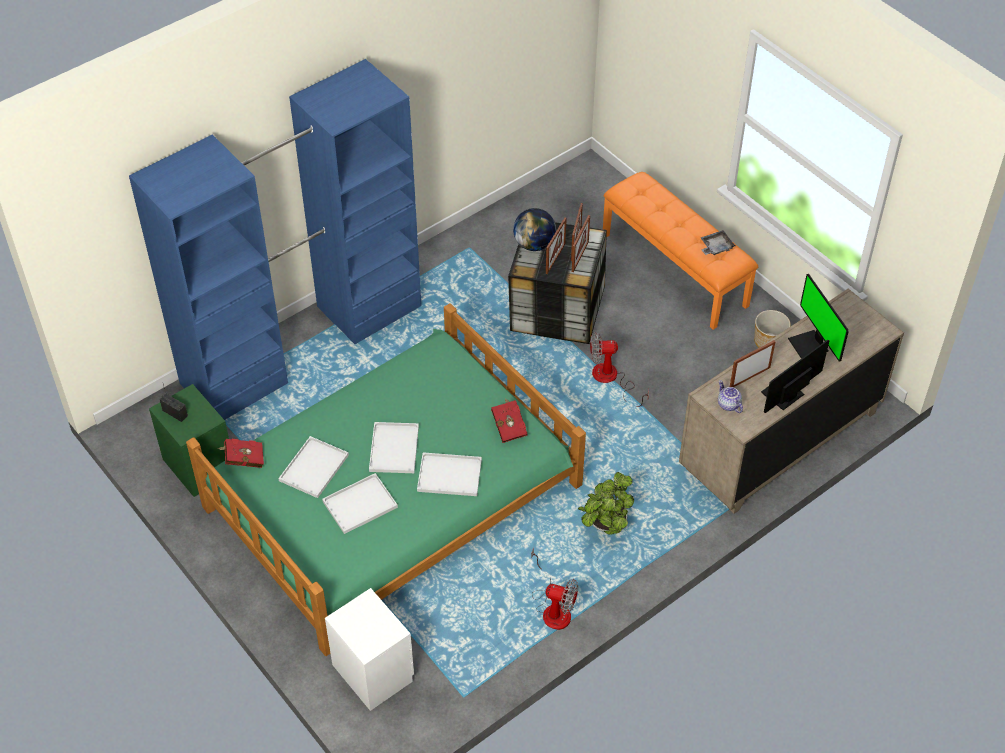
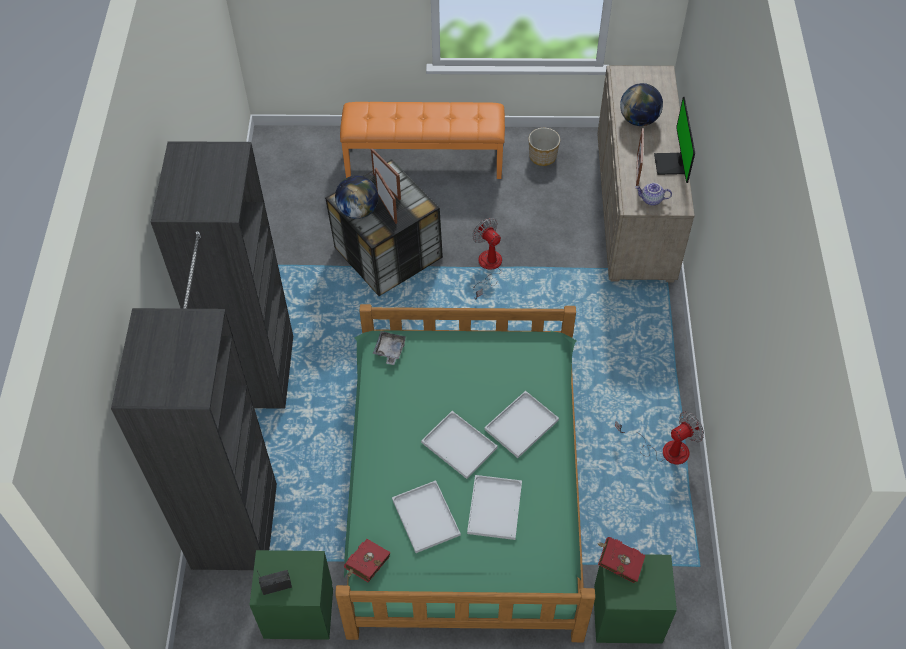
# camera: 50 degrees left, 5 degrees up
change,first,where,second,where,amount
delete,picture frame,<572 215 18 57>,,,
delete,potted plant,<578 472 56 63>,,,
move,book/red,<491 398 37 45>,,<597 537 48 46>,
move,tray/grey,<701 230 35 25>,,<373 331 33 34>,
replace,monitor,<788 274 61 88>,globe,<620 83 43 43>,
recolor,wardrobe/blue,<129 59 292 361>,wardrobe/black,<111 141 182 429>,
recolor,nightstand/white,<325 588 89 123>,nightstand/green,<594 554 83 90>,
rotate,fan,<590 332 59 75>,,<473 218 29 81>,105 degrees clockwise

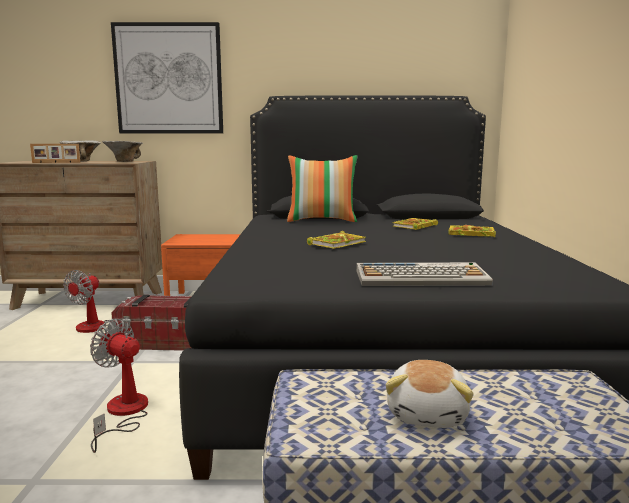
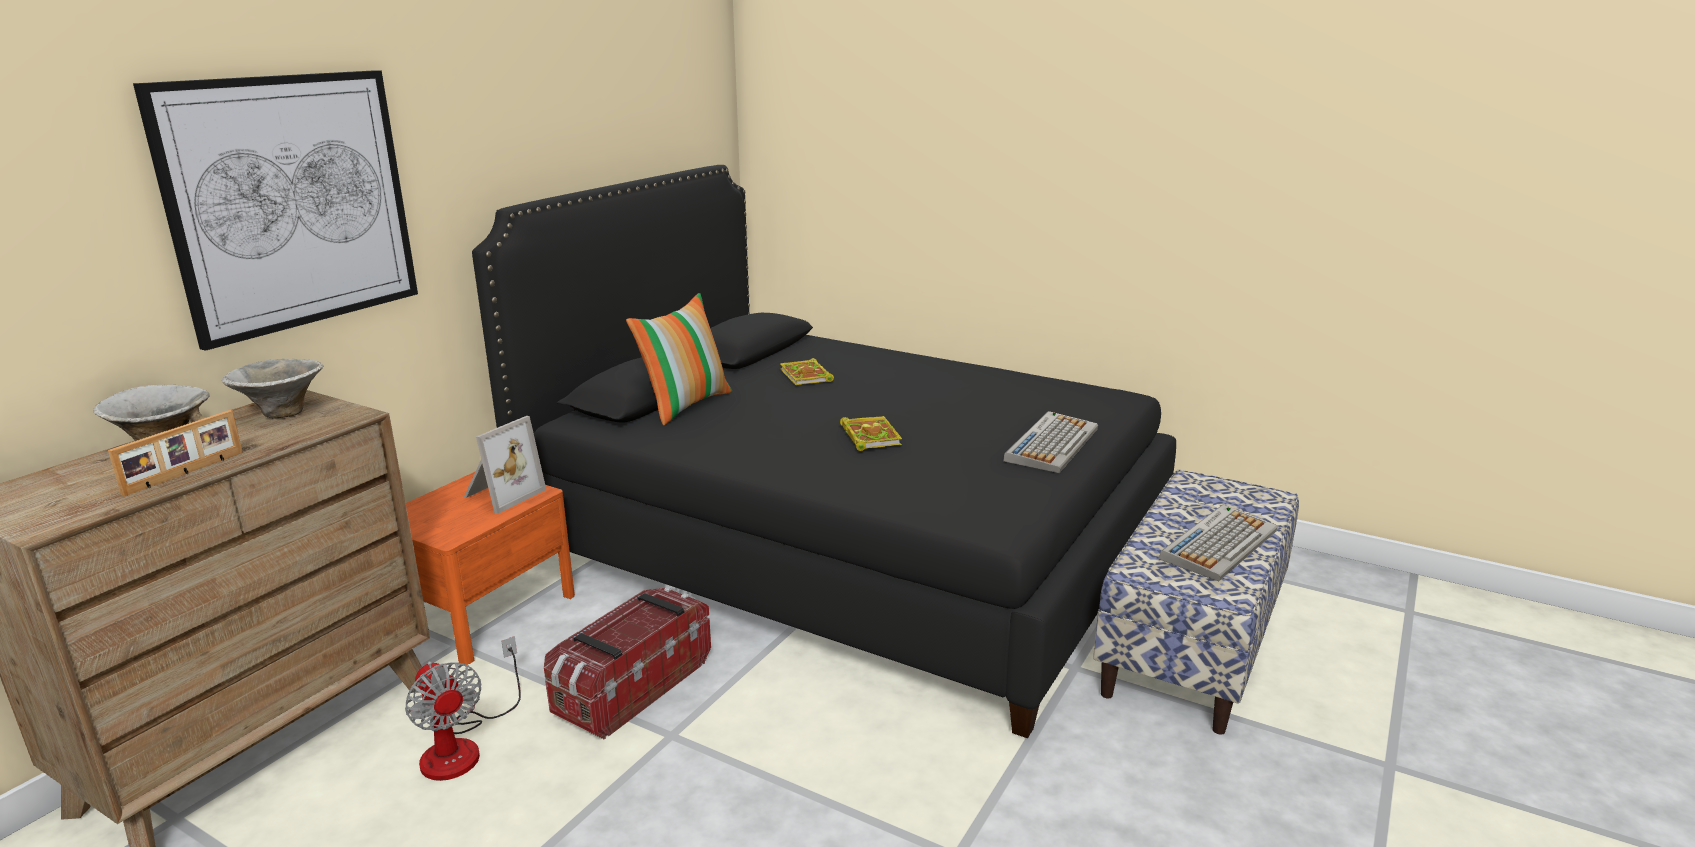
# camera: 60 degrees left, 10 degrees up
change,first,where,second,where,amount
delete,fan,<90 319 58 134>,,,
delete,book,<448 225 48 12>,,,
insert,,,picture frame,<464 416 82 98>,
replace,plush toy,<386 360 88 68>,keyboard,<1159 505 119 76>,

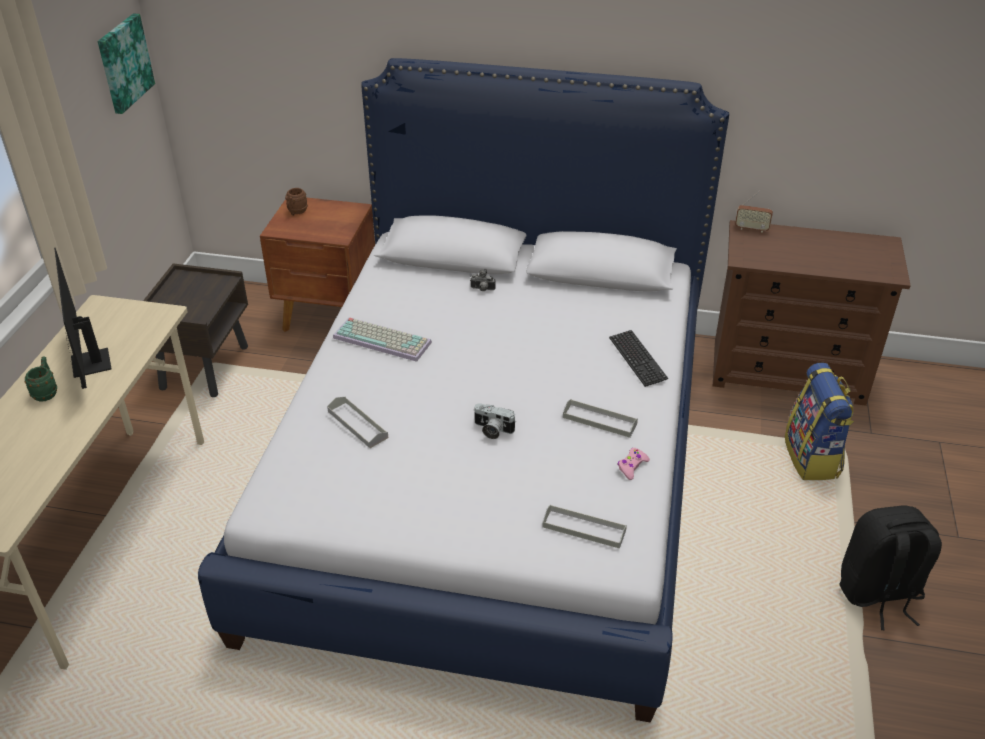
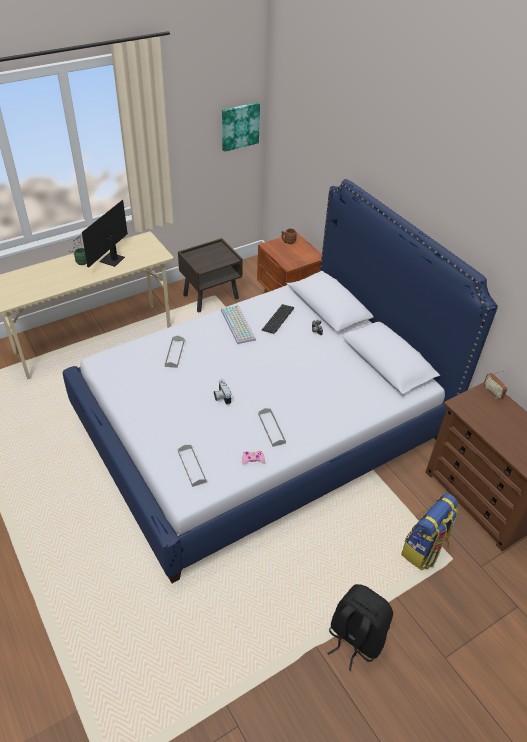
# camera: 45 degrees right, 5 degrees up
change,first,where,second,where,amount
move,keyboard,<609 330 59 57>,,<262 304 32 30>,

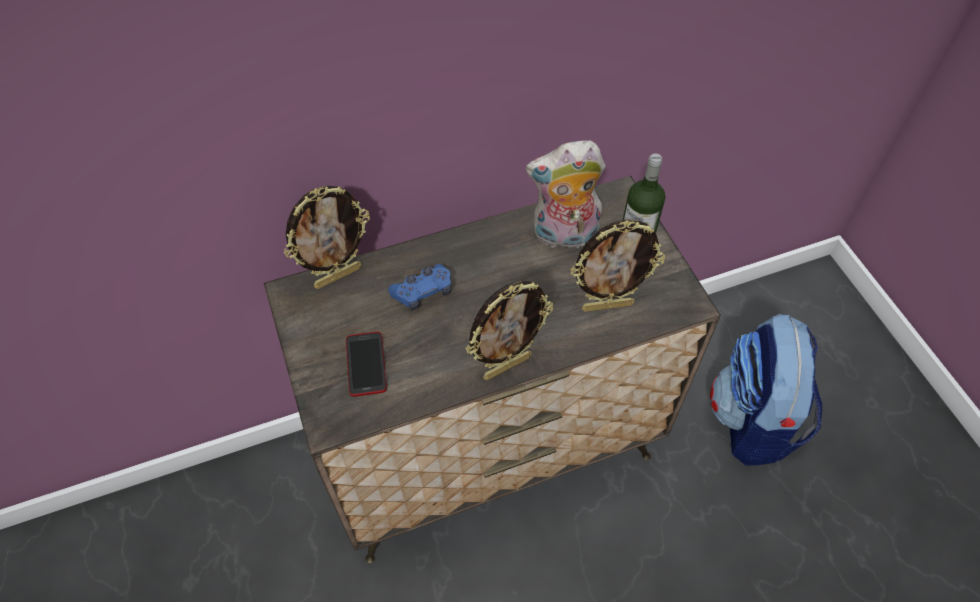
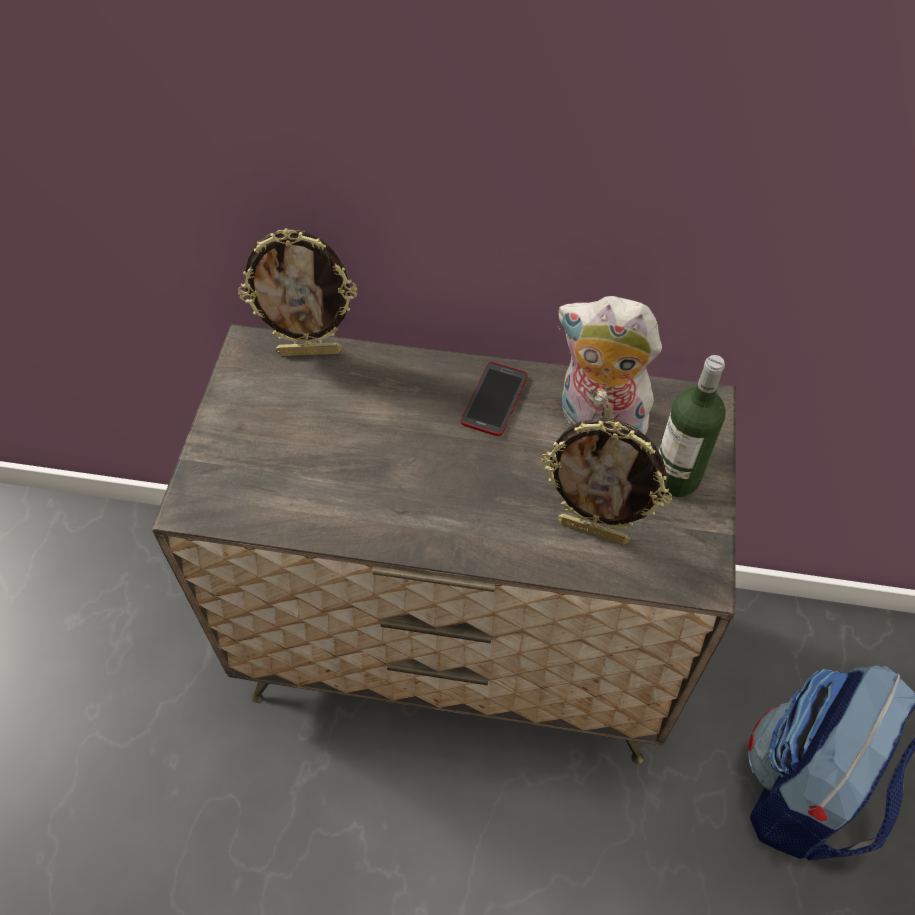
# camera: 30 degrees right, 0 degrees up
change,first,where,second,where,amount
delete,game controller/blue,<388 264 63 46>,,,
delete,picture frame,<466 281 87 99>,,,
move,phone,<346 332 41 65>,,<461 362 67 74>,

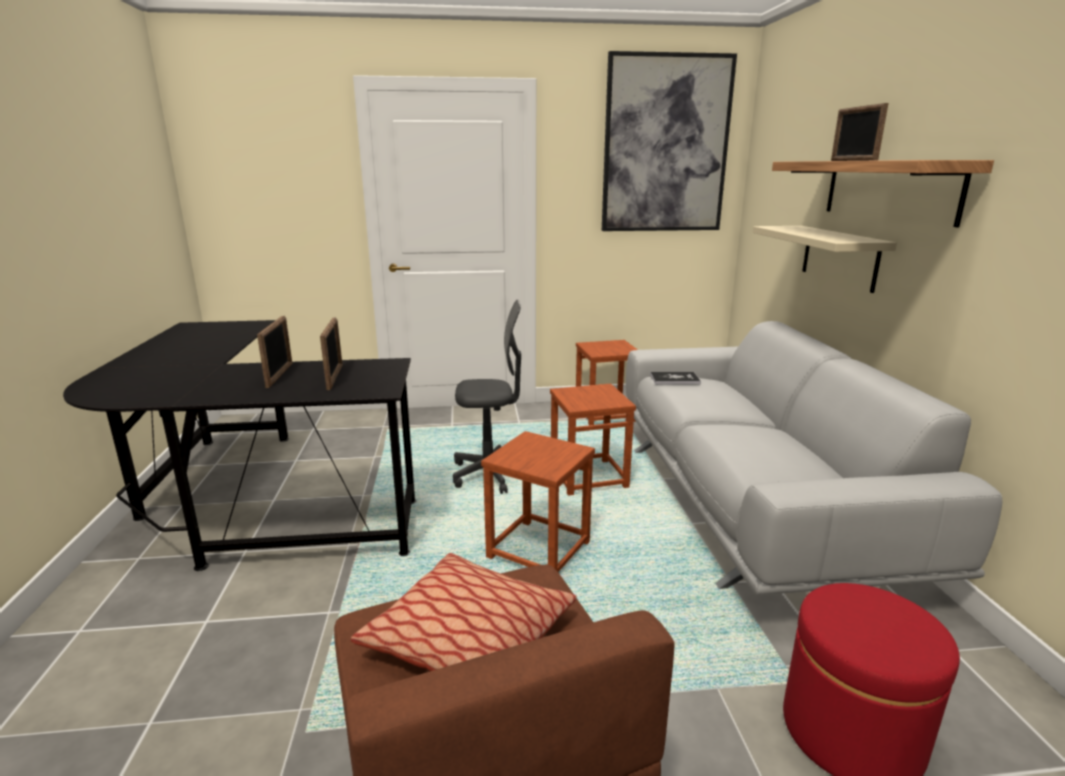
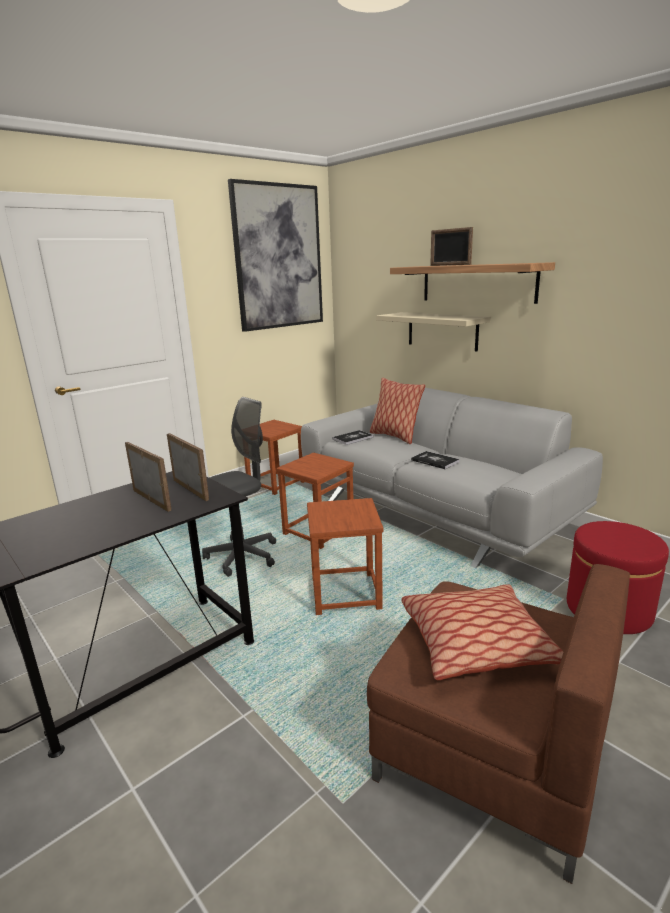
# camera: 35 degrees left, 0 degrees up
change,first,where,second,where,amount
insert,,,pillow,<370 378 55 66>,
insert,,,book,<411 451 48 18>,
move,picture frame,<257 316 35 72>,,<167 433 42 68>,

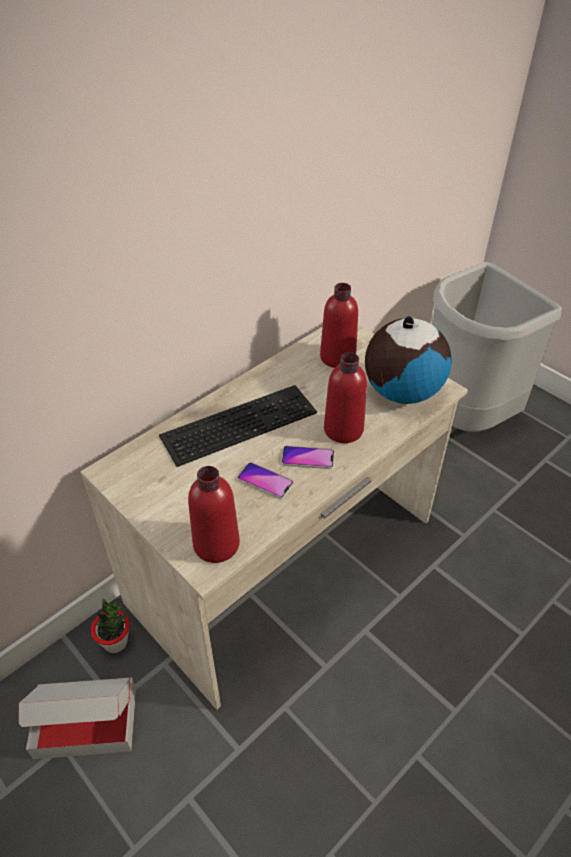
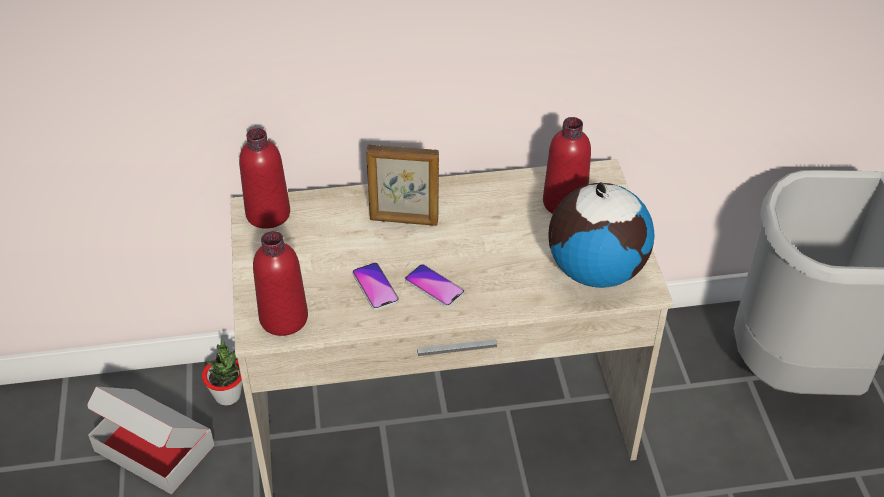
# camera: 35 degrees right, 0 degrees up
change,first,where,second,where,amount
move,bottle/red,<324 352 43 91>,,<239 128 51 101>,
replace,keyboard,<159 385 158 82>,picture frame,<366 144 73 82>,

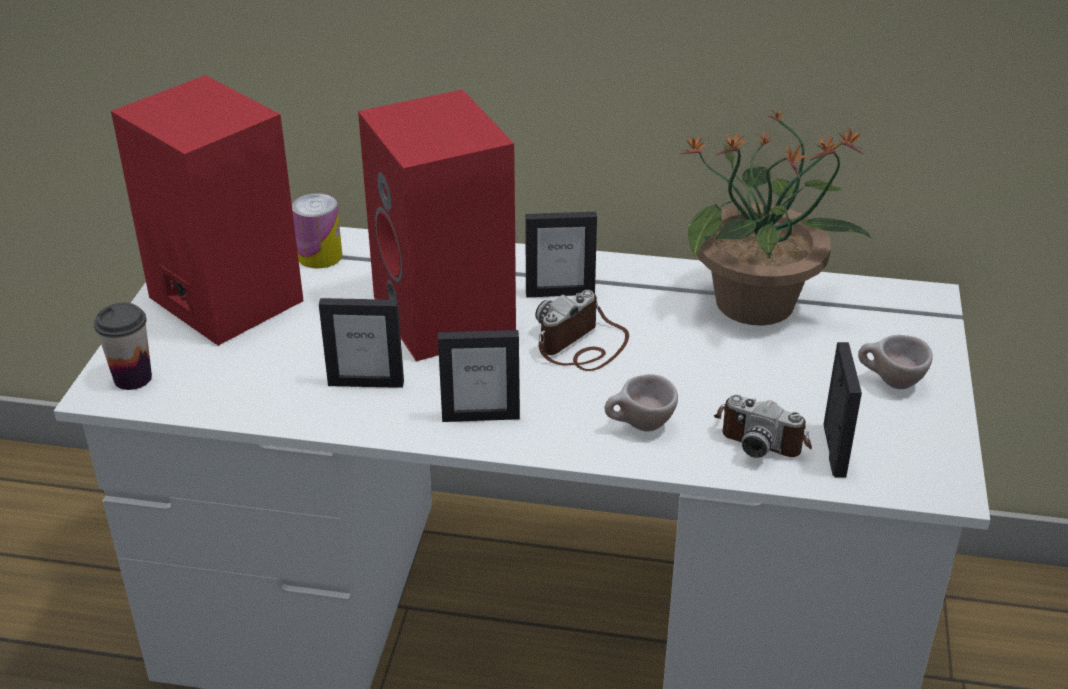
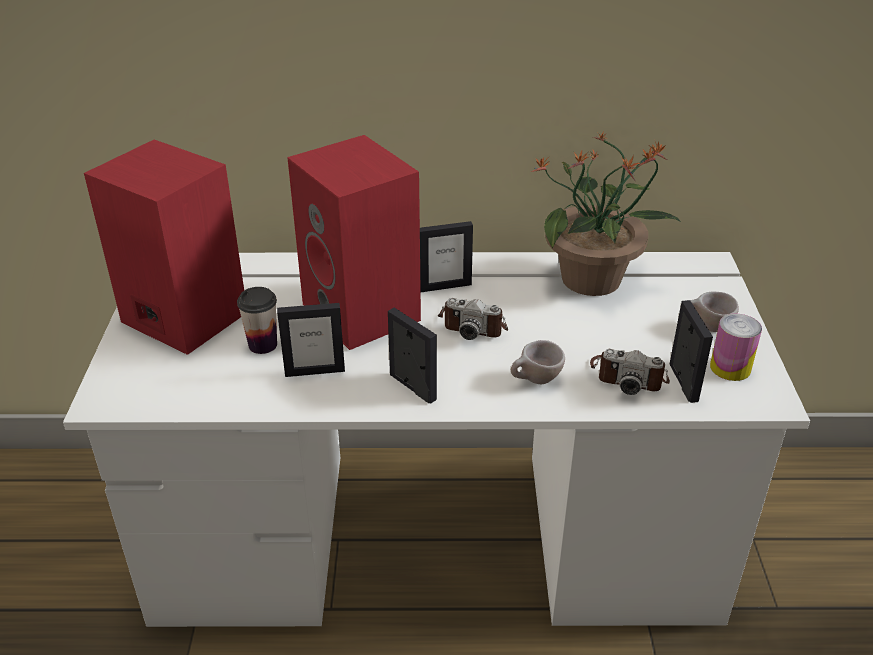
# camera: 10 degrees left, 0 degrees up
change,first,where,second,where,amount
move,cup,<94 303 58 87>,,<237 287 40 67>,
move,can,<292 193 50 75>,,<710 314 52 67>,
rotate,picture frame,<438 330 82 92>,,<388 308 49 96>,120 degrees counterclockwise
rotate,photo camera,<535 290 94 81>,,<438 298 70 42>,105 degrees counterclockwise

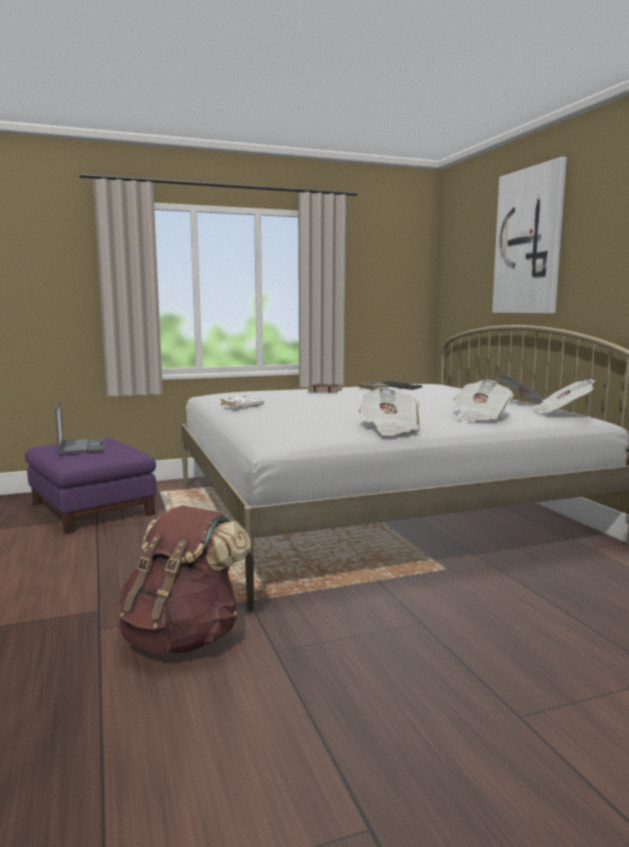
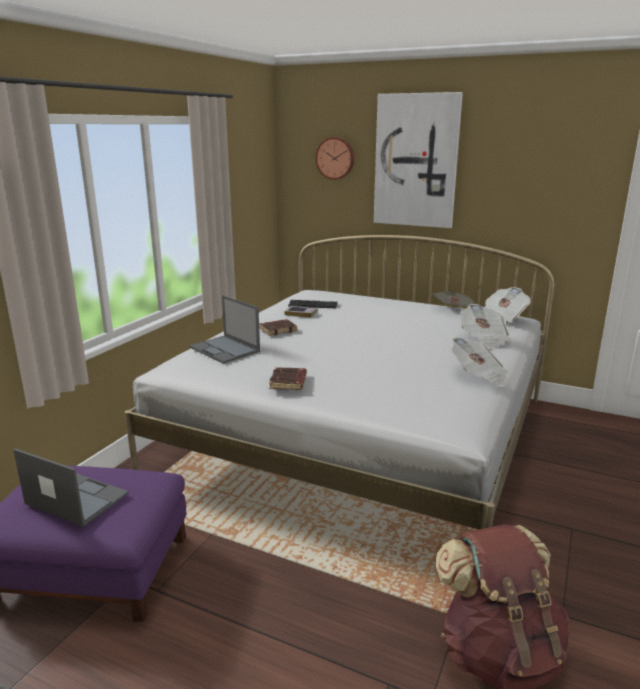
# camera: 45 degrees left, 10 degrees up
change,first,where,second,where,amount
insert,,,laptop,<189 295 71 69>,
insert,,,wall clock,<315 137 39 43>,
recolor,book/white,<220 396 44 12>,book/brown,<269 367 38 23>,

